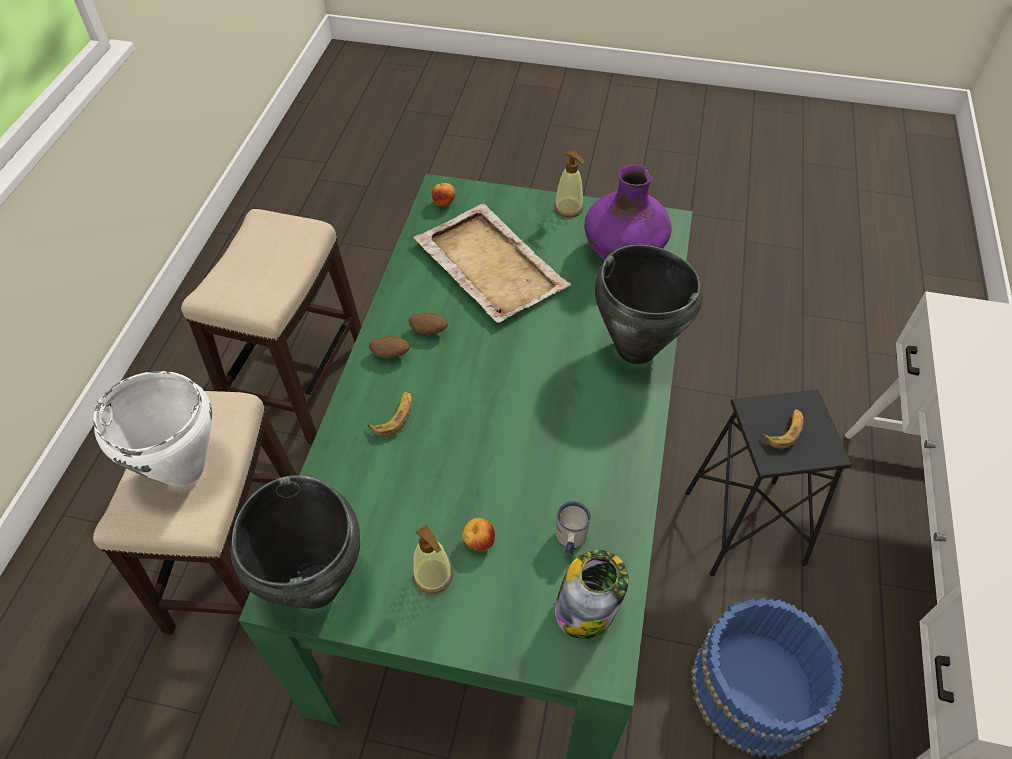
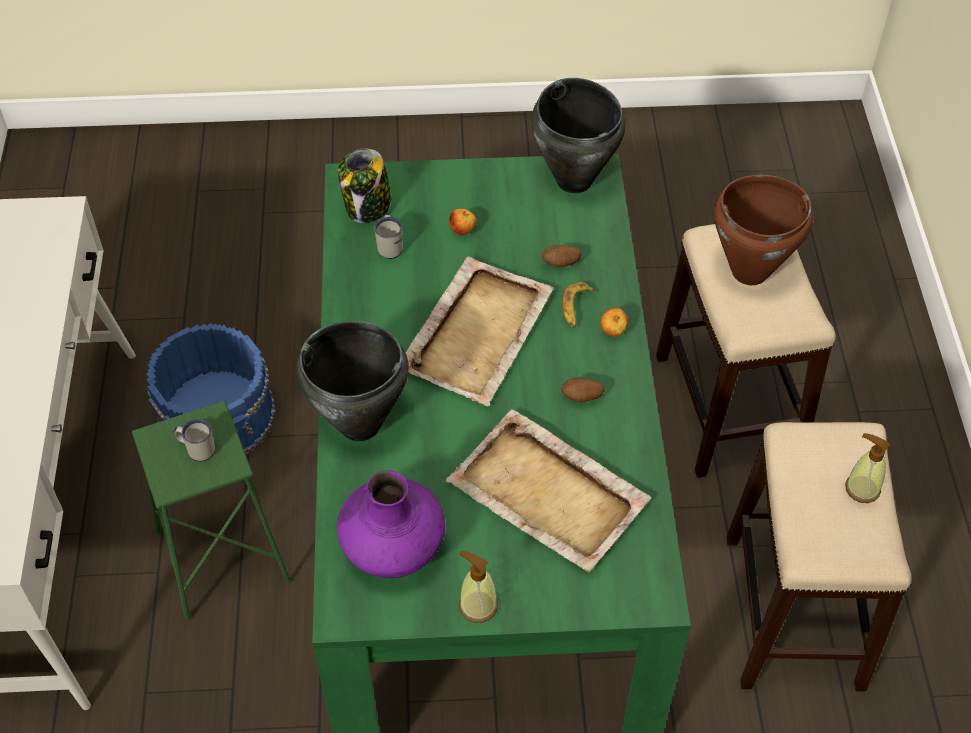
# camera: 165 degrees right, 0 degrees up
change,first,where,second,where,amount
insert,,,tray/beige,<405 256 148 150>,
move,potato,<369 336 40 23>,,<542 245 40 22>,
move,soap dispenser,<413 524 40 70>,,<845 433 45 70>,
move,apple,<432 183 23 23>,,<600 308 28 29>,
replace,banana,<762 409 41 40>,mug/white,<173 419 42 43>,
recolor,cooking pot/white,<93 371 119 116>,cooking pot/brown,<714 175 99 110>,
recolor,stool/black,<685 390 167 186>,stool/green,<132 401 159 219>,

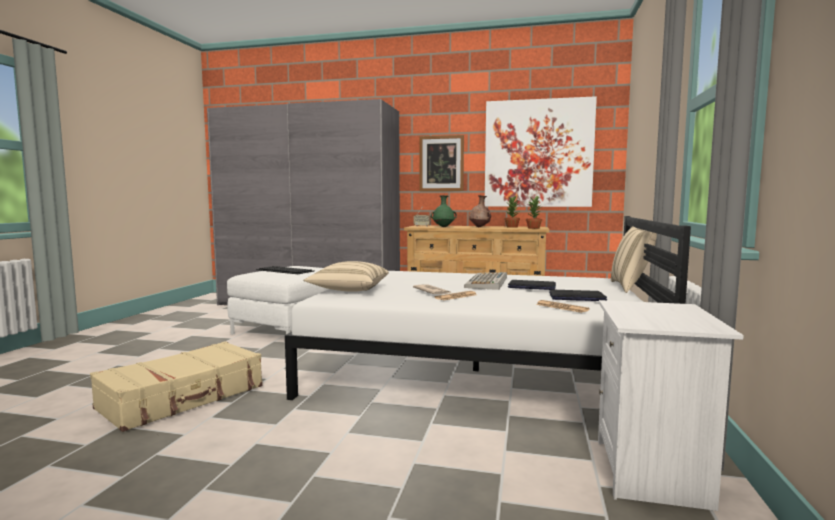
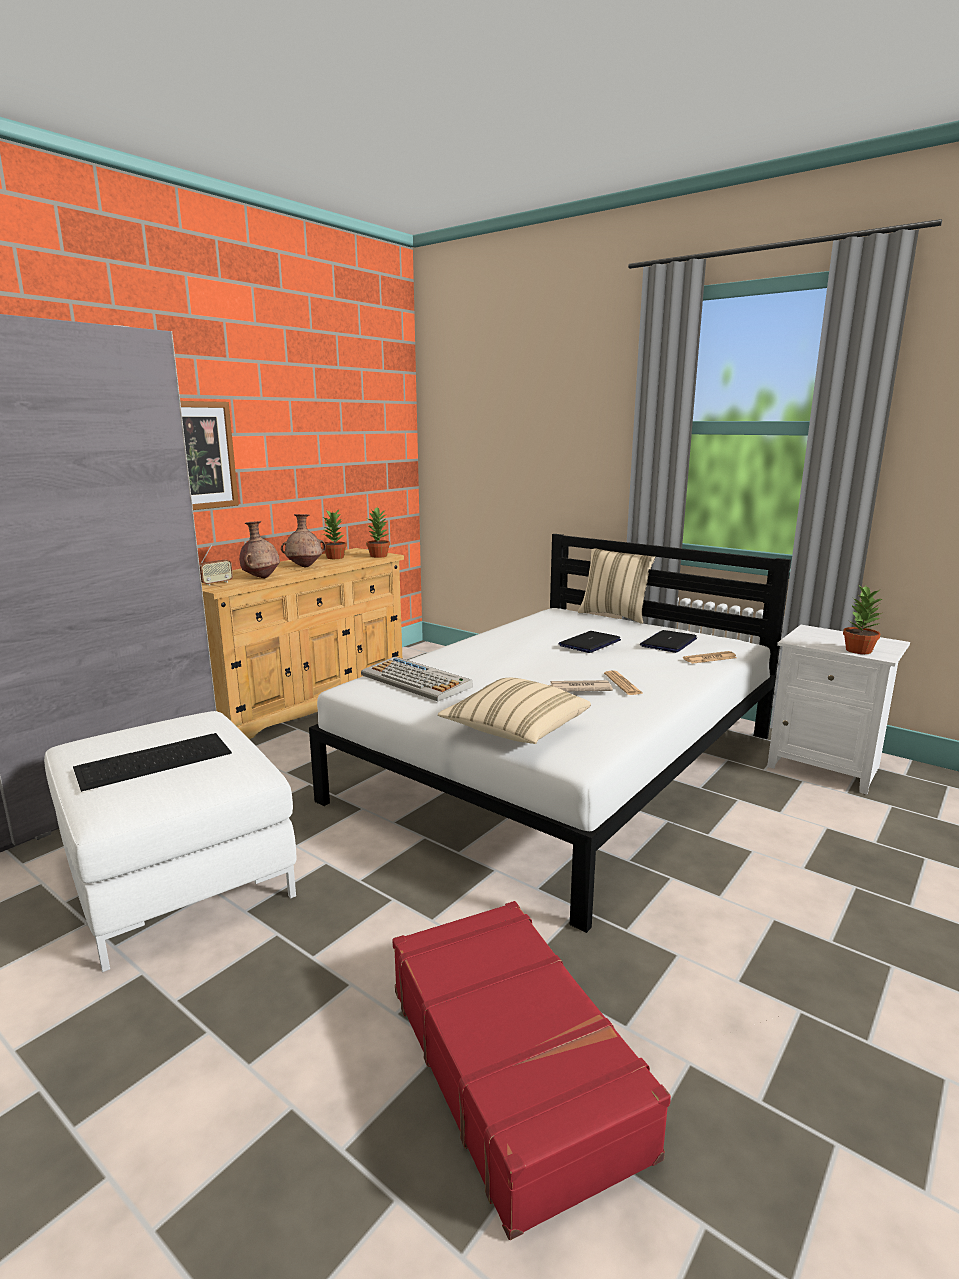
# camera: 65 degrees left, 10 degrees up
change,first,where,second,where,amount
delete,picture,<484 96 113 111>,,,
insert,,,potted plant,<843 586 39 68>,
move,keyboard,<464 272 43 18>,,<361 657 112 45>,
recolor,suitcase/beige,<90 341 173 91>,suitcase/red,<393 901 278 339>,
recolor,vase/green,<431 195 26 32>,vase/brown,<239 521 41 57>,

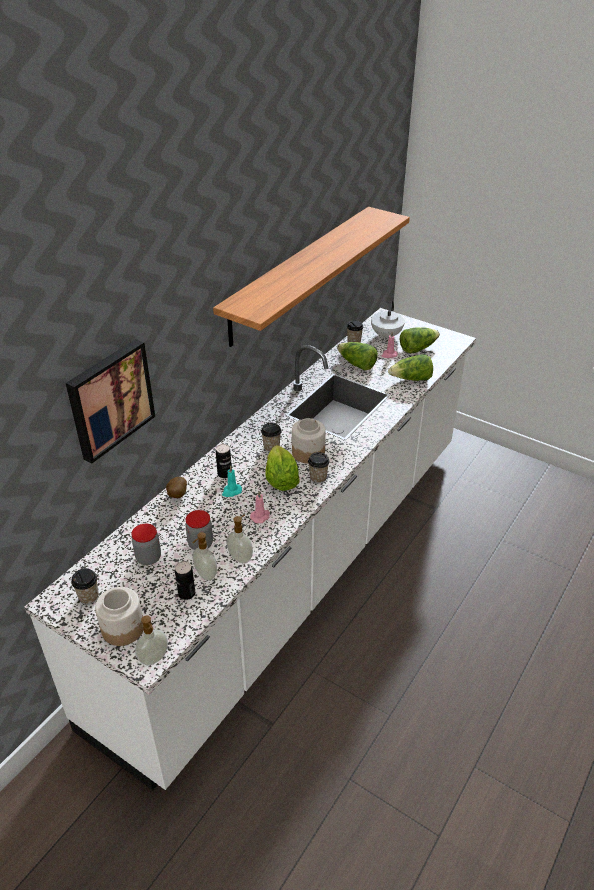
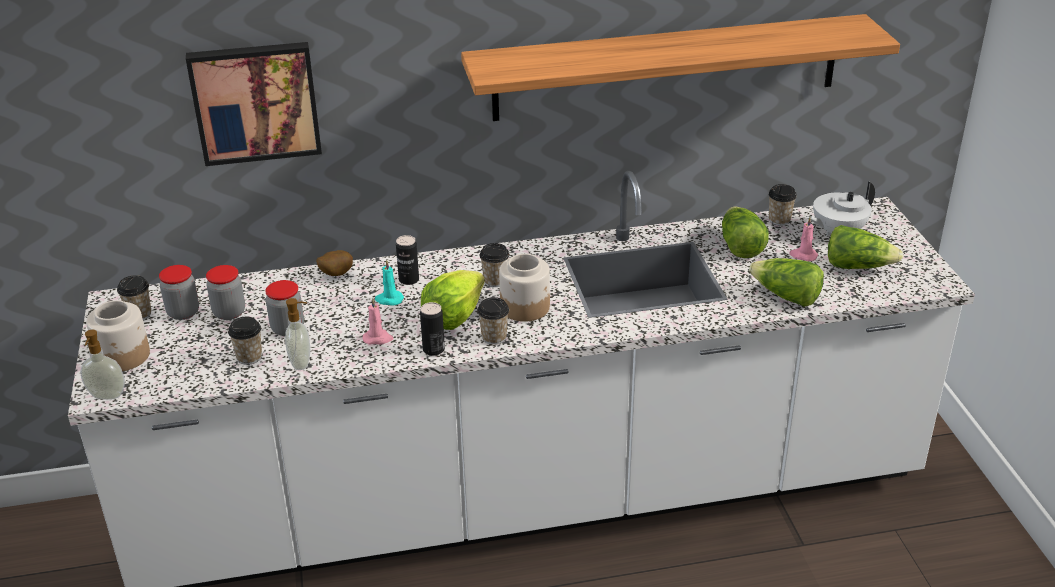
# camera: 45 degrees right, 5 degrees down
change,first,where,second,where,amount
insert,,,jar,<159 265 40 55>,
move,can,<175 561 20 39>,,<420 302 25 54>,
replace,soap dispenser,<192 532 25 49>,cup,<228 317 34 48>,

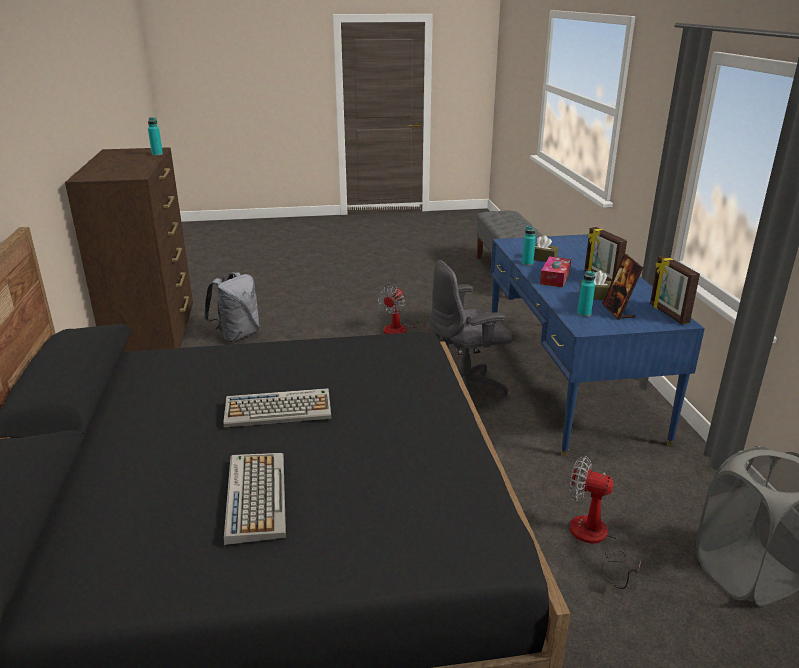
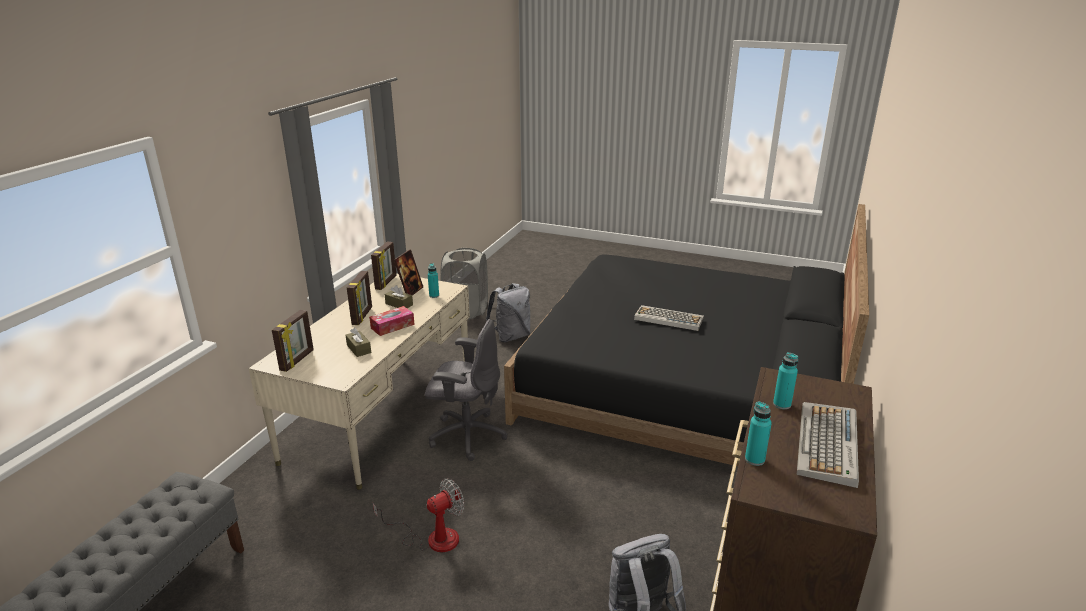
# camera: 150 degrees left, 0 degrees up
change,first,where,second,where,amount
insert,,,picture frame,<272 310 42 62>,
move,keyboard,<224 453 62 92>,,<797 402 62 86>,
move,bottle/turquoise,<522 226 14 40>,,<773 352 25 57>,
replace,fan,<569 456 72 133>,backpack/grey,<486 283 44 59>,
recolor,desk/blue,<490 234 215 223>,desk/beige,<249 273 221 217>,

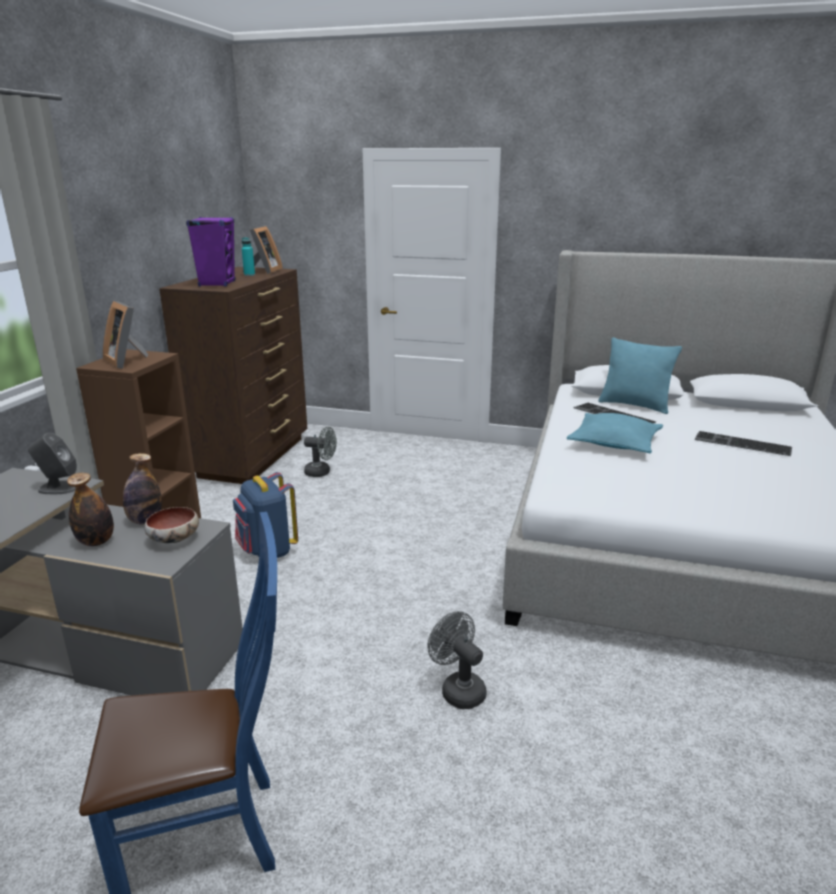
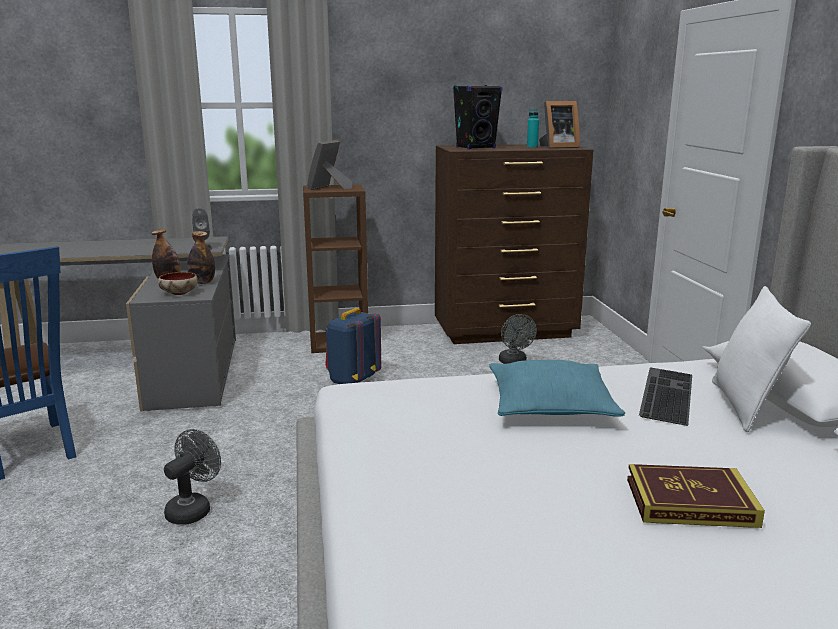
# camera: 65 degrees right, 5 degrees down
change,first,where,second,where,amount
replace,keyboard,<695 431 97 25>,book,<627 464 138 64>,
recolor,speaker/purple,<186 217 49 70>,speaker/black,<453 85 50 64>,
recolor,pillow/turquoise,<598 337 84 77>,pillow/white,<712 286 99 146>,

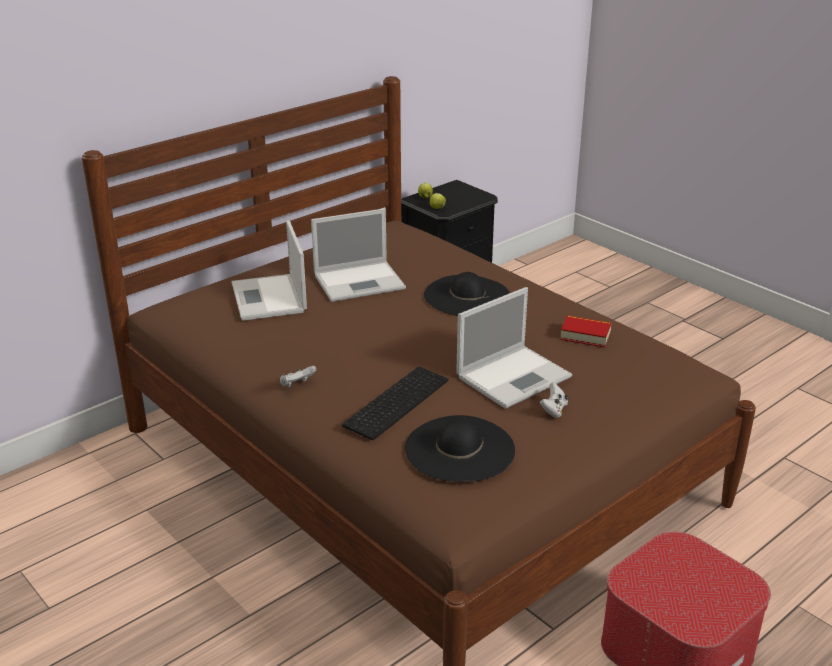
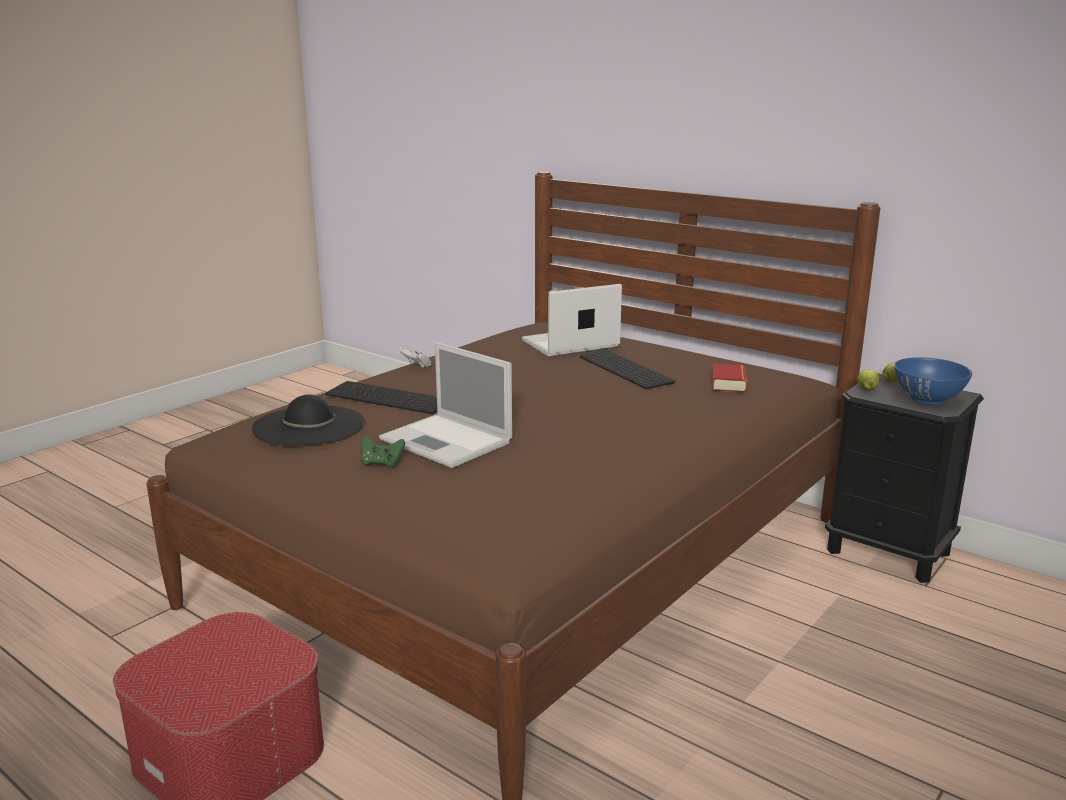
# camera: 80 degrees right, 10 degrees down
change,first,where,second,where,amount
delete,hat/black,<424 272 86 44>,,,
insert,,,bowl/blue,<894 357 78 48>,
move,book,<560 316 52 31>,,<712 363 35 29>,
replace,laptop,<311 208 95 94>,keyboard,<580 350 95 39>,
recolor,game controller/white,<540 382 29 36>,game controller/green,<361 436 44 31>,

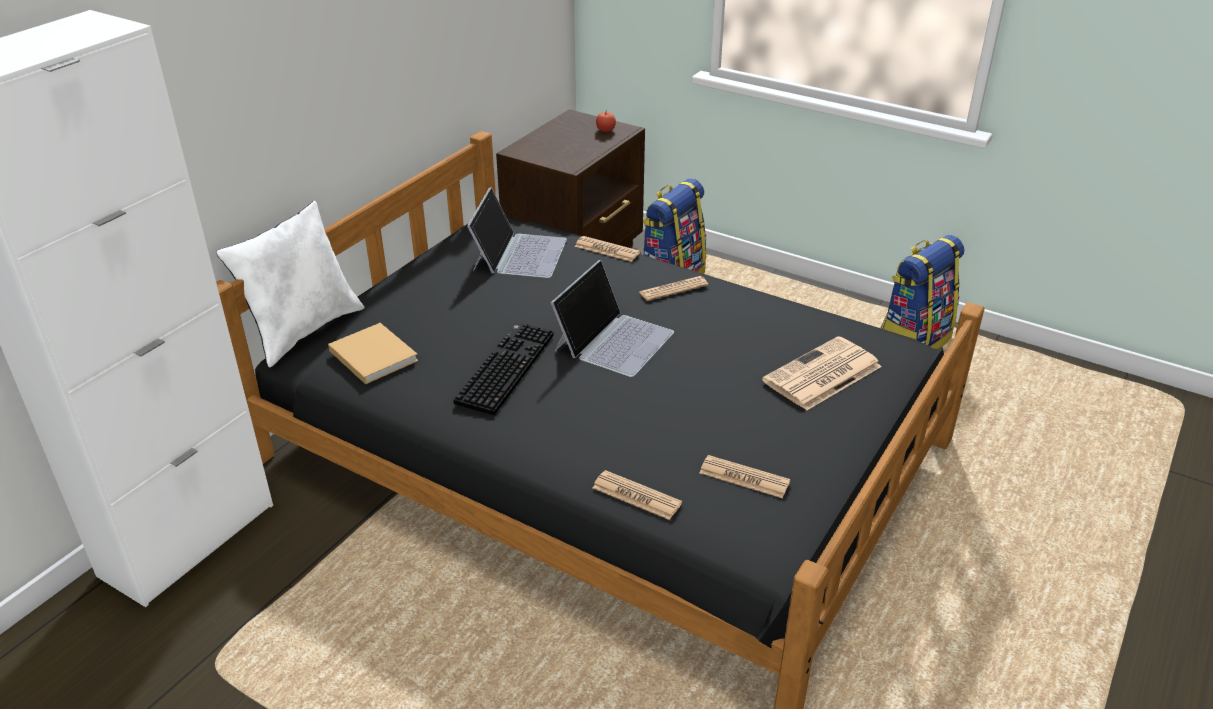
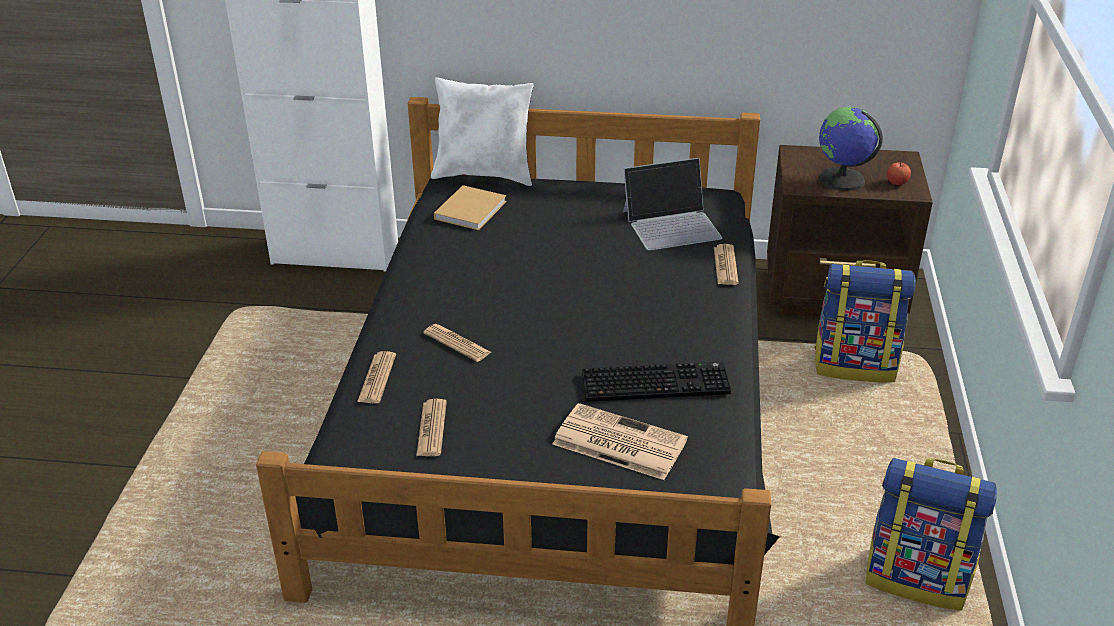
# camera: 65 degrees right, 0 degrees up
change,first,where,second,where,amount
delete,laptop,<551 260 123 117>,,,
insert,,,globe,<819 107 64 84>,
move,keyboard,<453 322 100 93>,,<582 362 149 40>,
move,newspaper,<639 276 69 25>,,<423 324 68 38>,

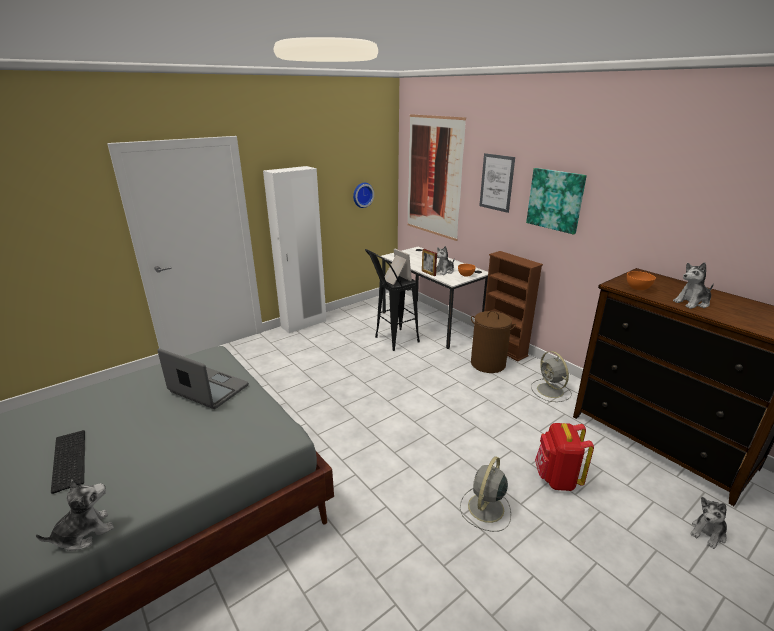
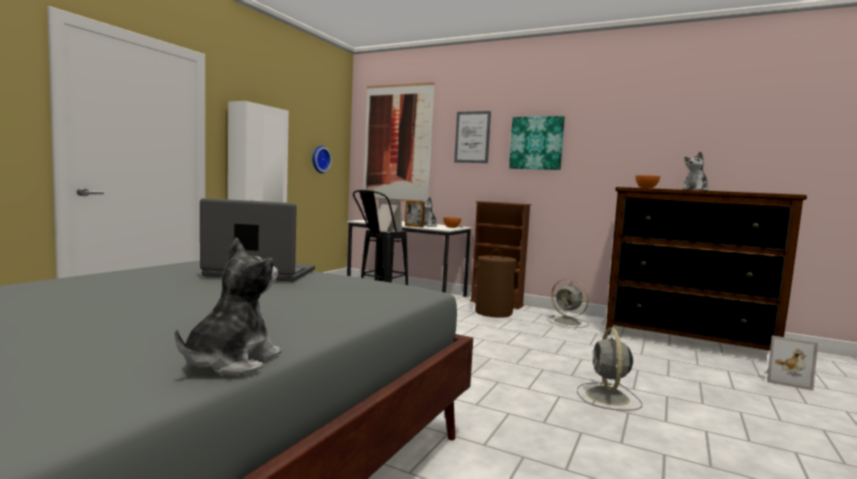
# camera: 25 degrees left, 20 degrees down
change,first,where,second,where,amount
delete,keyboard,<51 430 34 64>,,,
delete,backpack/red,<535 423 59 68>,,,
replace,plush toy,<690 497 37 52>,picture frame,<767 336 51 55>,

